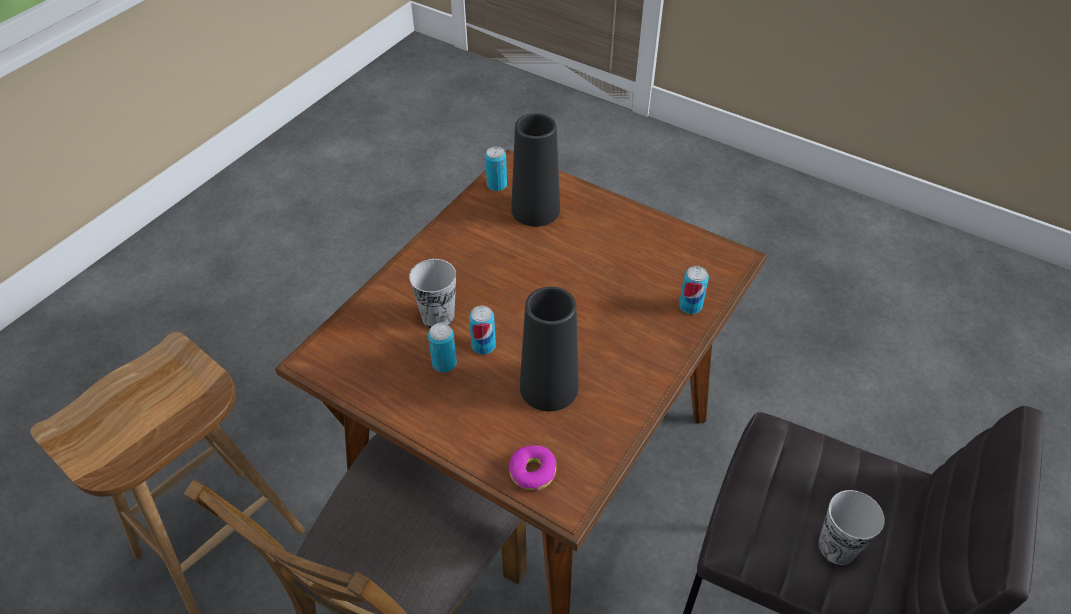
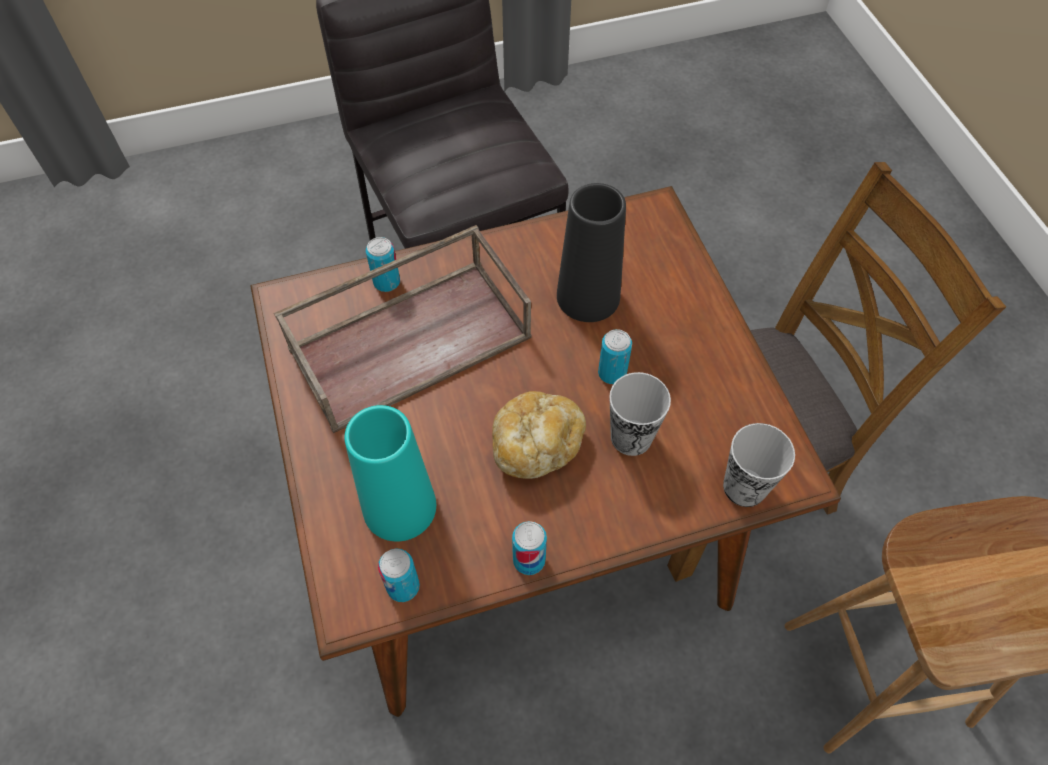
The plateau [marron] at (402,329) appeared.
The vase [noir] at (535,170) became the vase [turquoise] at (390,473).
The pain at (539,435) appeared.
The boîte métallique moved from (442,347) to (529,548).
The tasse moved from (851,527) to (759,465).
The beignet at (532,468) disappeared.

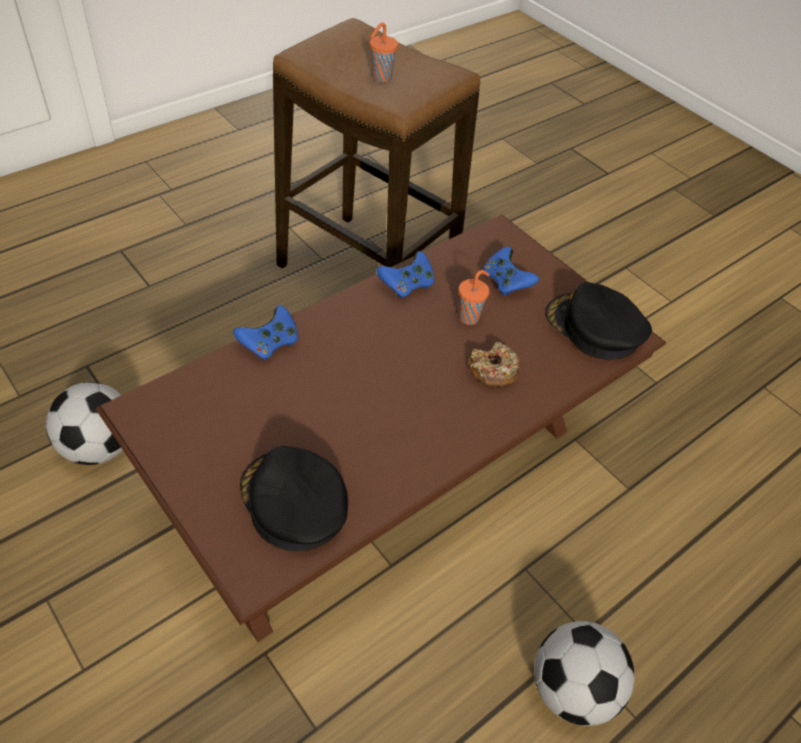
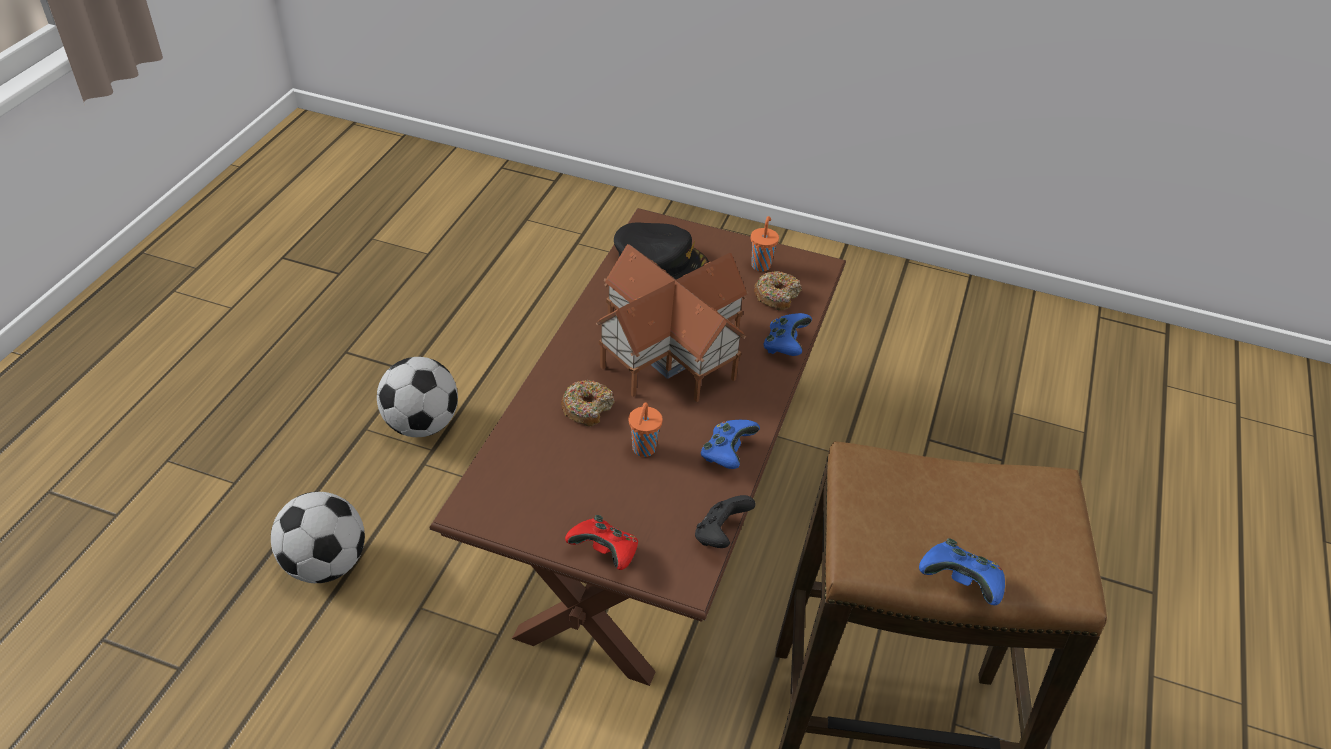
The ballon de foot moved from (84,423) to (318,537).
The manette [rouge] at (601,542) appeared.
The maison miniature at (672,323) appeared.
The manette [noir] at (725,521) appeared.
The tasse [orange] moved from (384,52) to (765,244).
The beignet at (777,291) appeared.
The manette [bleu] moved from (511,271) to (962,571).
The casquette [noir] at (598,321) disappeared.

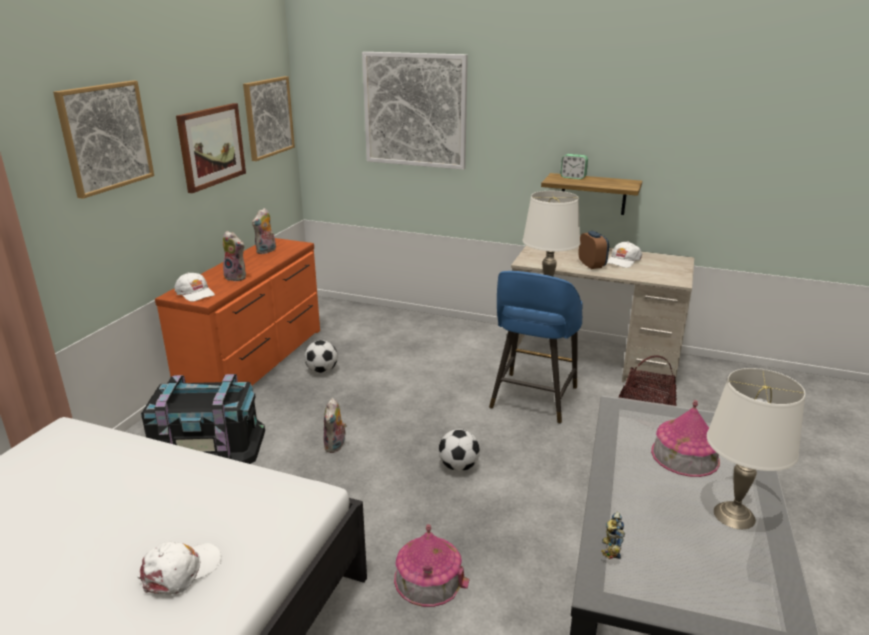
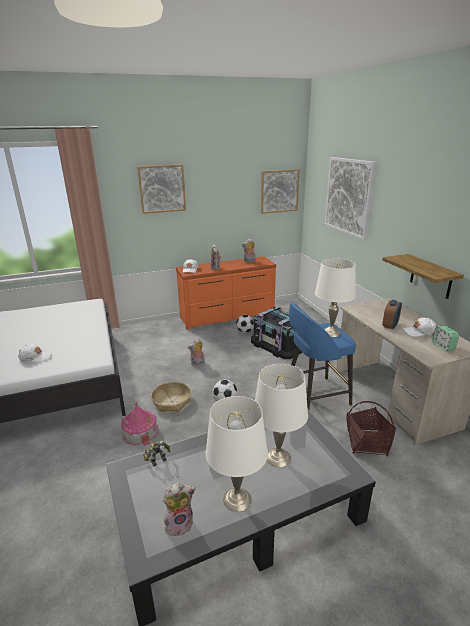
The panier at (171,397) appeared.
The peluche at (179,509) appeared.
The boîte de rangement [noir] moved from (203,419) to (276,332).
The maison miniature at (685,438) was replaced by the lampe de table [blanc] at (281,415).
The réveil moved from (574,166) to (445,338).
The tableau at (211,148) disappeared.

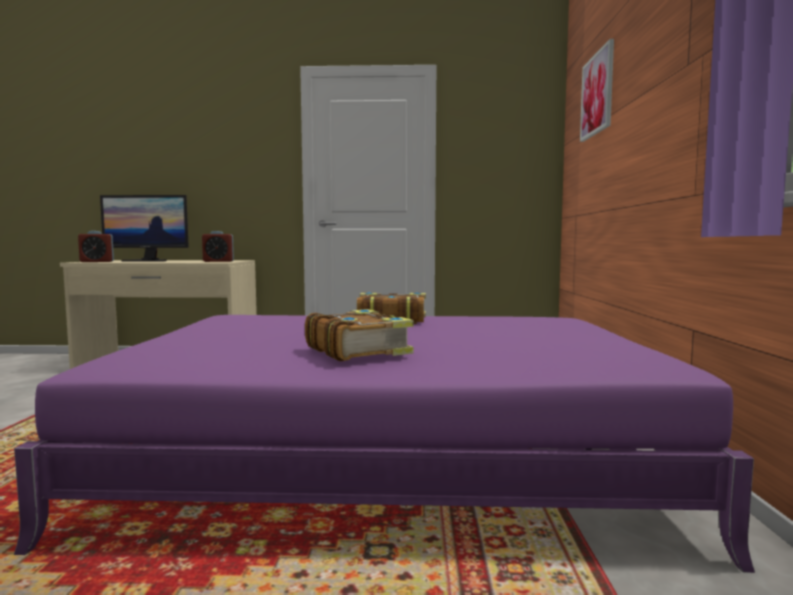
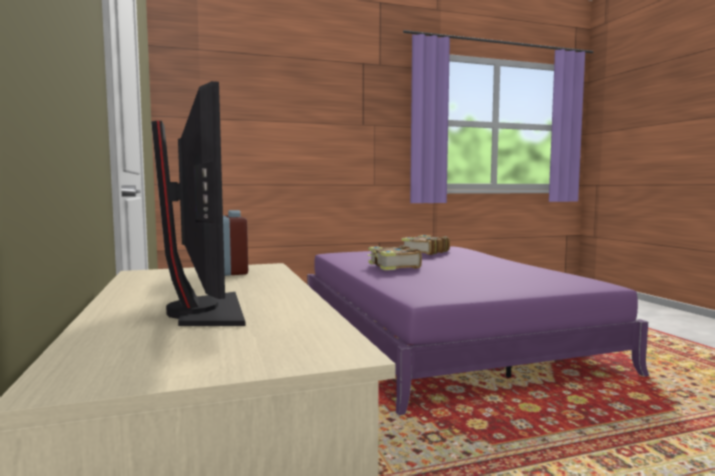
The livre moved from (359,335) to (426,245).
The réveil at (96,246) disappeared.
The tableau at (597,90) disappeared.

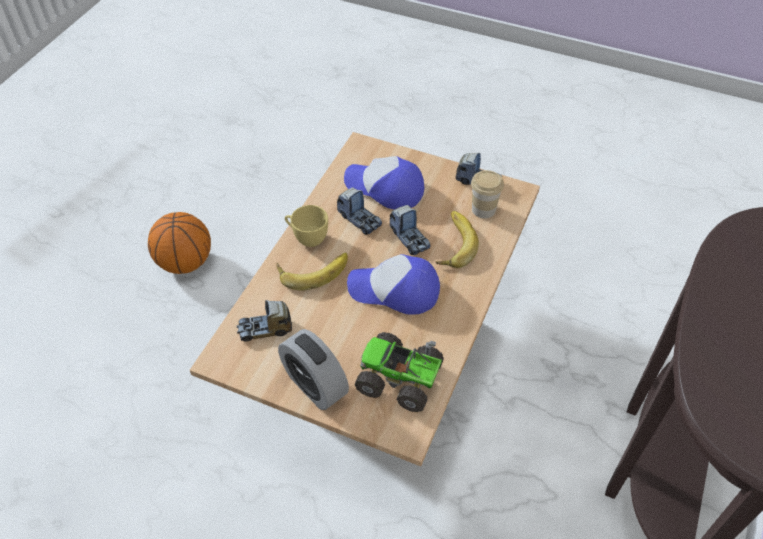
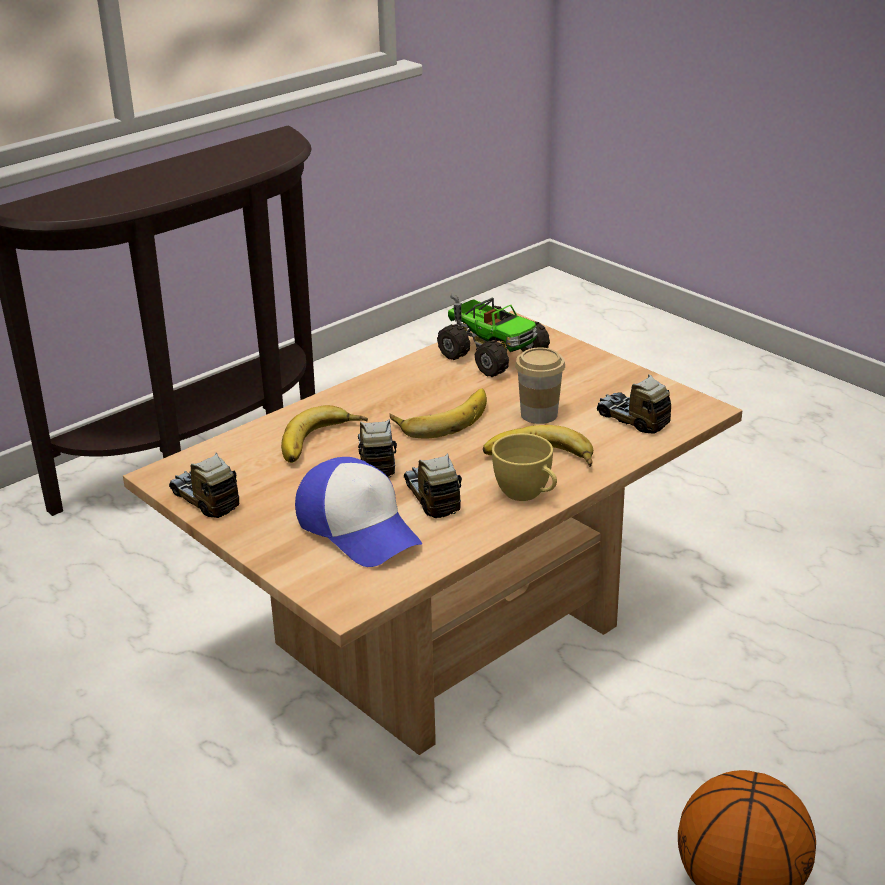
The casquette at (393,284) was replaced by the banane at (438,413).
The tasse moved from (487,194) to (540,385).
The camion jouet at (264,321) turned 150 degrees counterclockwise.
The réveil at (313,369) disappeared.

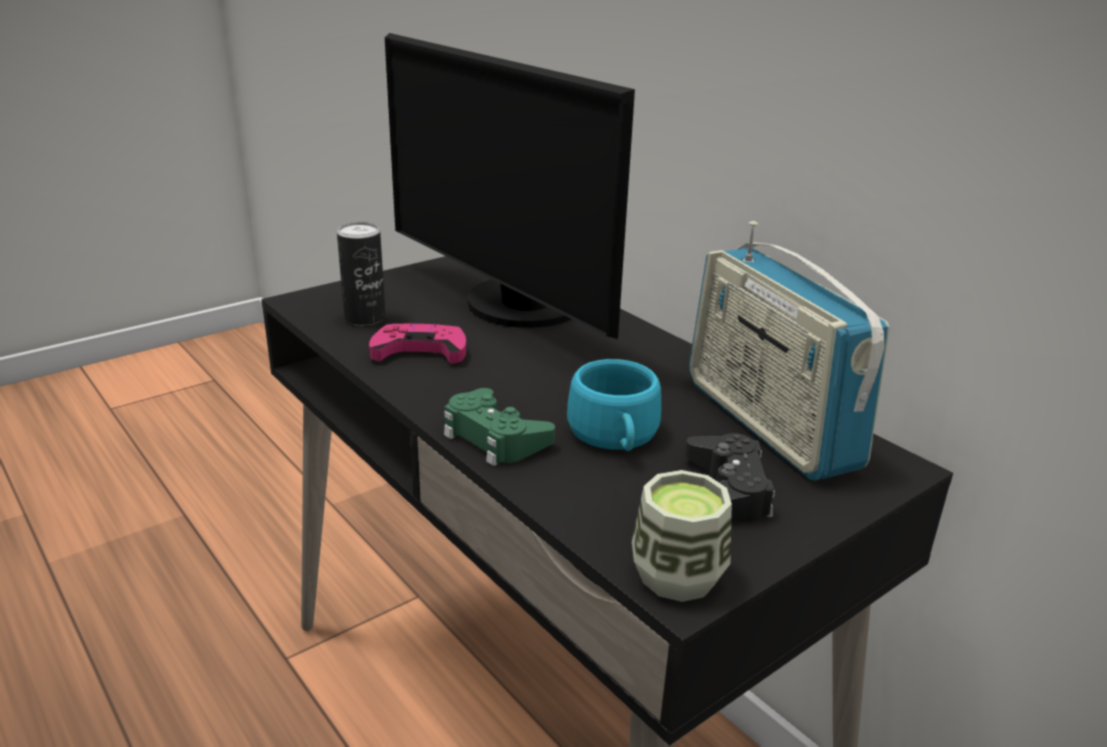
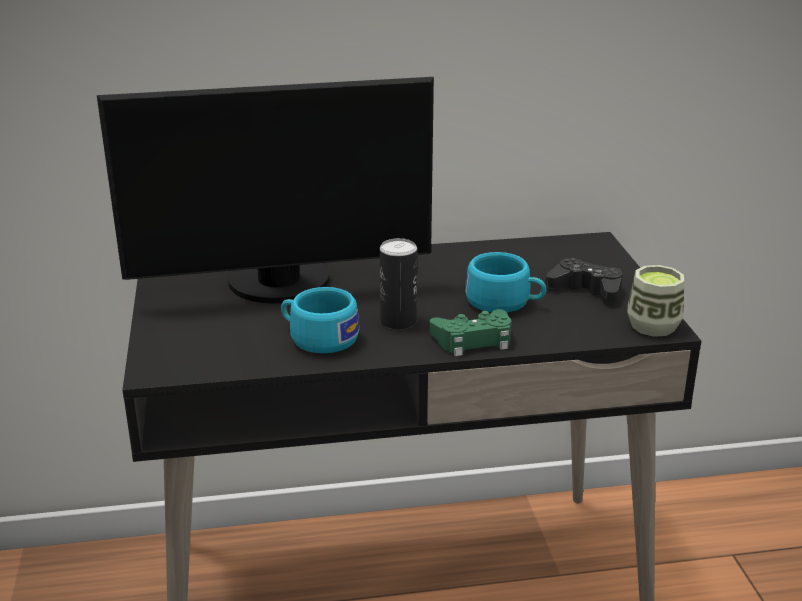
The manette [rose] at (417,343) was replaced by the tasse [turquoise] at (320,320).
The boîte métallique moved from (361,274) to (398,284).
The radio at (789,351) disappeared.

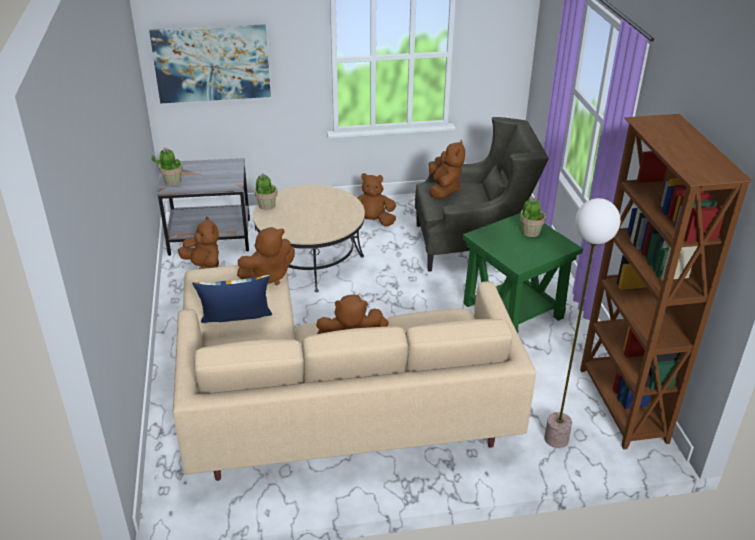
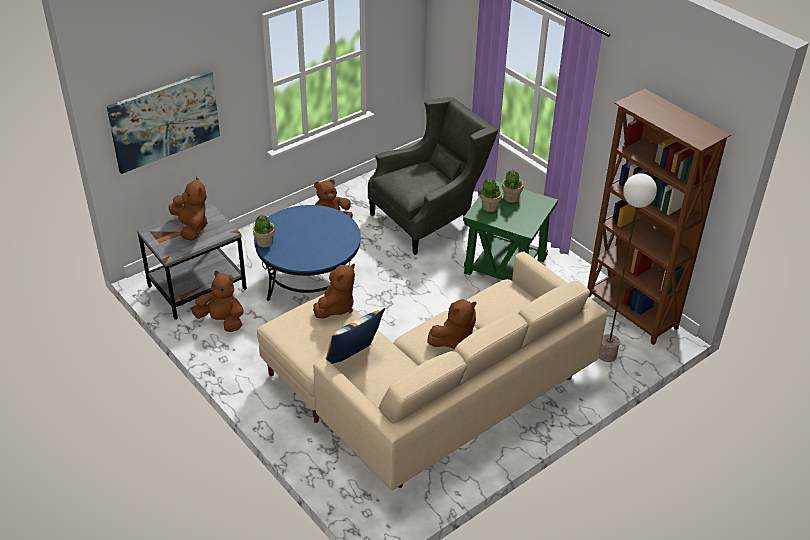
The peluche [marron] moved from (447,170) to (188,209).
The table basse [beige] at (309,238) became the table basse [bleu] at (307,253).
The plante en pot moved from (167,167) to (490,195).

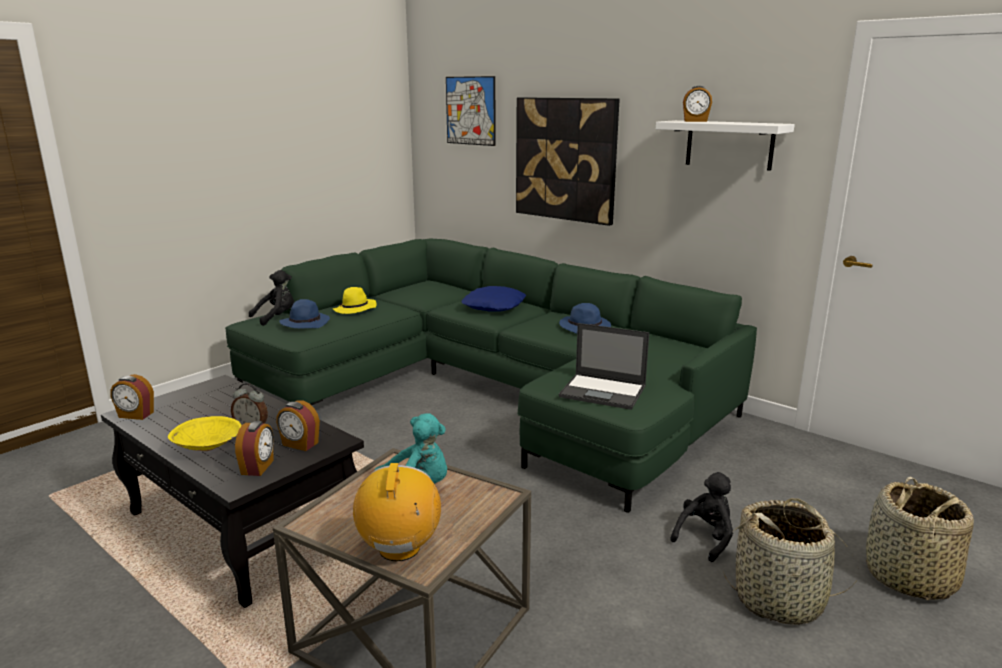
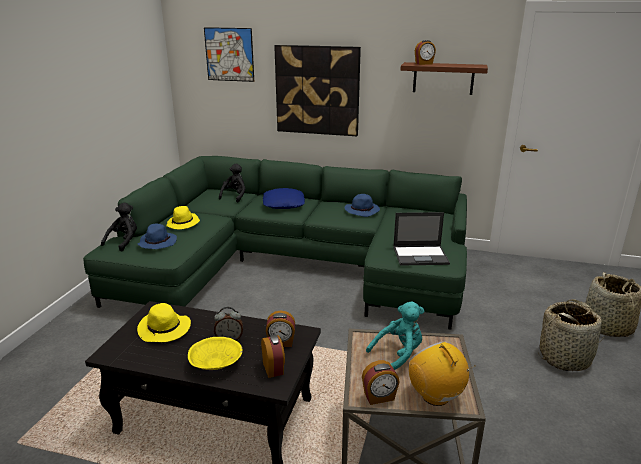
The chapeau [jaune] at (164,322) appeared.
The peluche [noir] moved from (701,517) to (232,183).
The réveil moved from (132,397) to (381,382).
The étagère [blanc] at (725,145) became the étagère [marron] at (444,78).

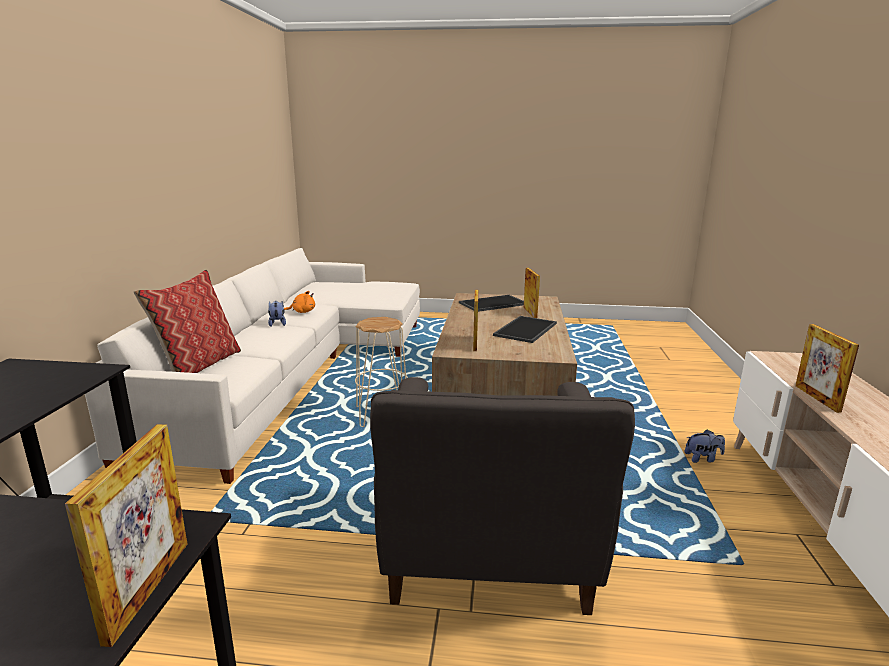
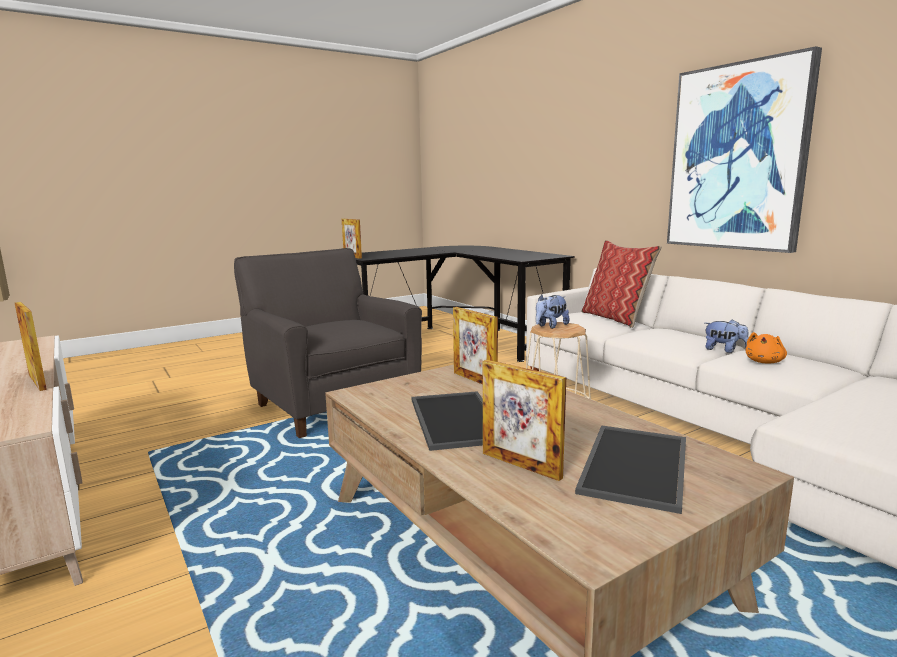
The peluche moved from (705,446) to (552,312).
The tableau at (744,149) appeared.

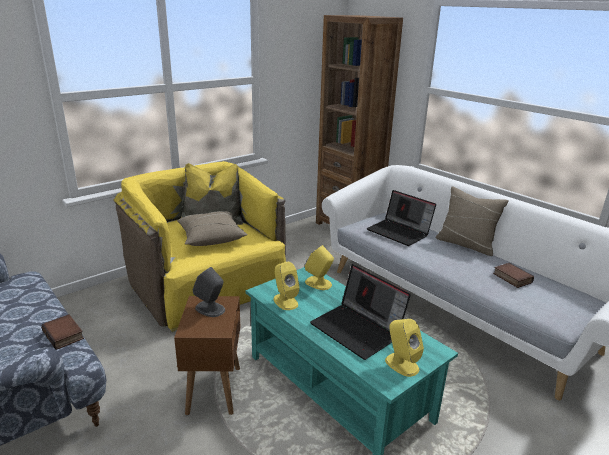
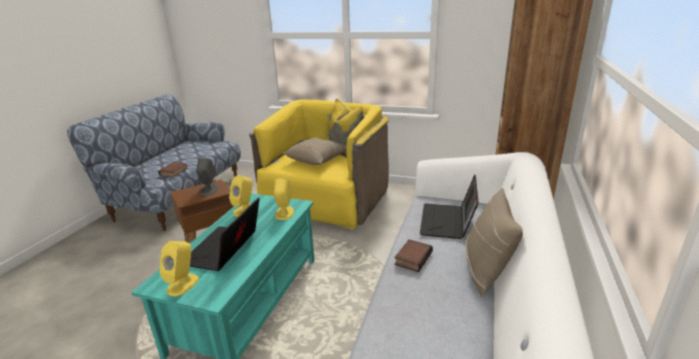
The livre moved from (513,275) to (413,255).

